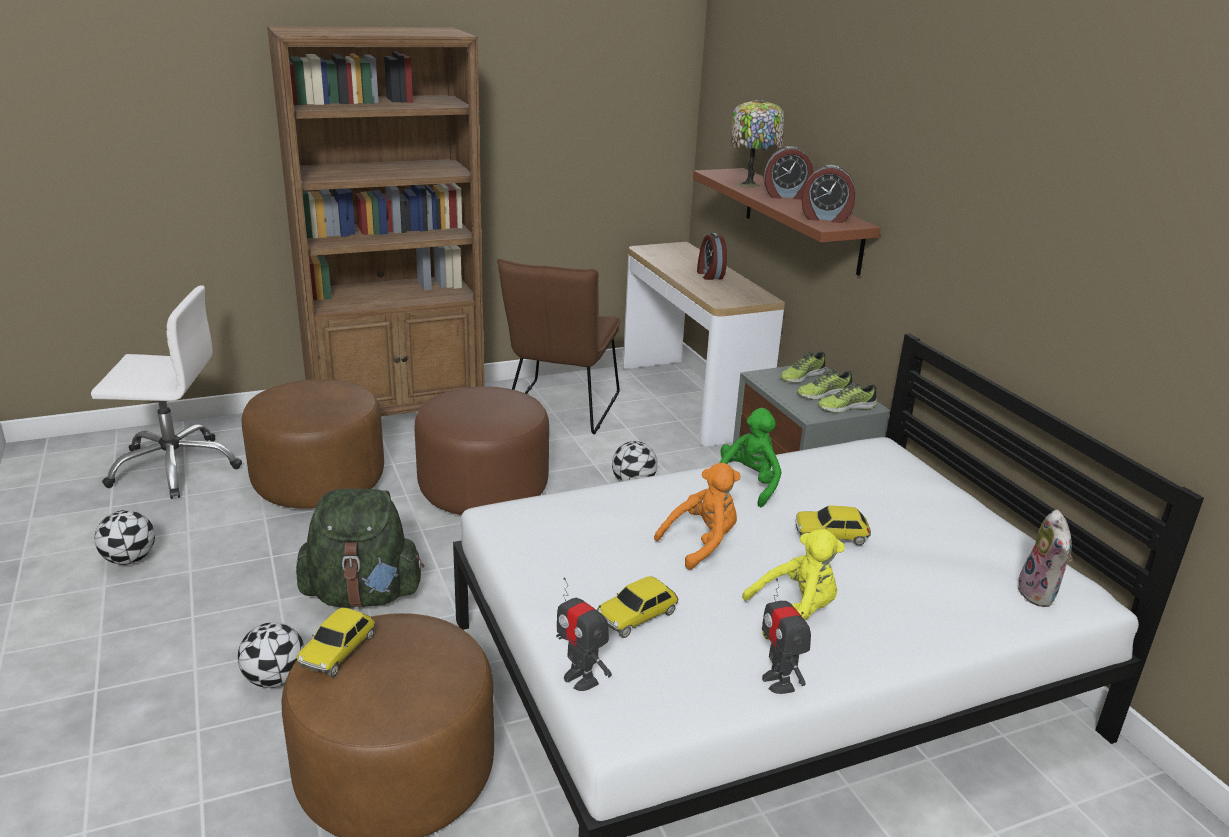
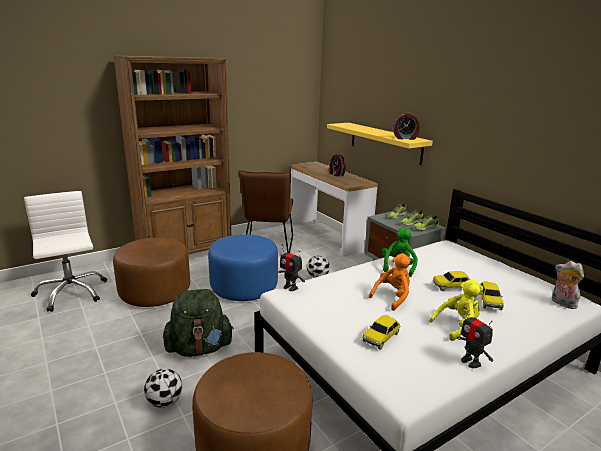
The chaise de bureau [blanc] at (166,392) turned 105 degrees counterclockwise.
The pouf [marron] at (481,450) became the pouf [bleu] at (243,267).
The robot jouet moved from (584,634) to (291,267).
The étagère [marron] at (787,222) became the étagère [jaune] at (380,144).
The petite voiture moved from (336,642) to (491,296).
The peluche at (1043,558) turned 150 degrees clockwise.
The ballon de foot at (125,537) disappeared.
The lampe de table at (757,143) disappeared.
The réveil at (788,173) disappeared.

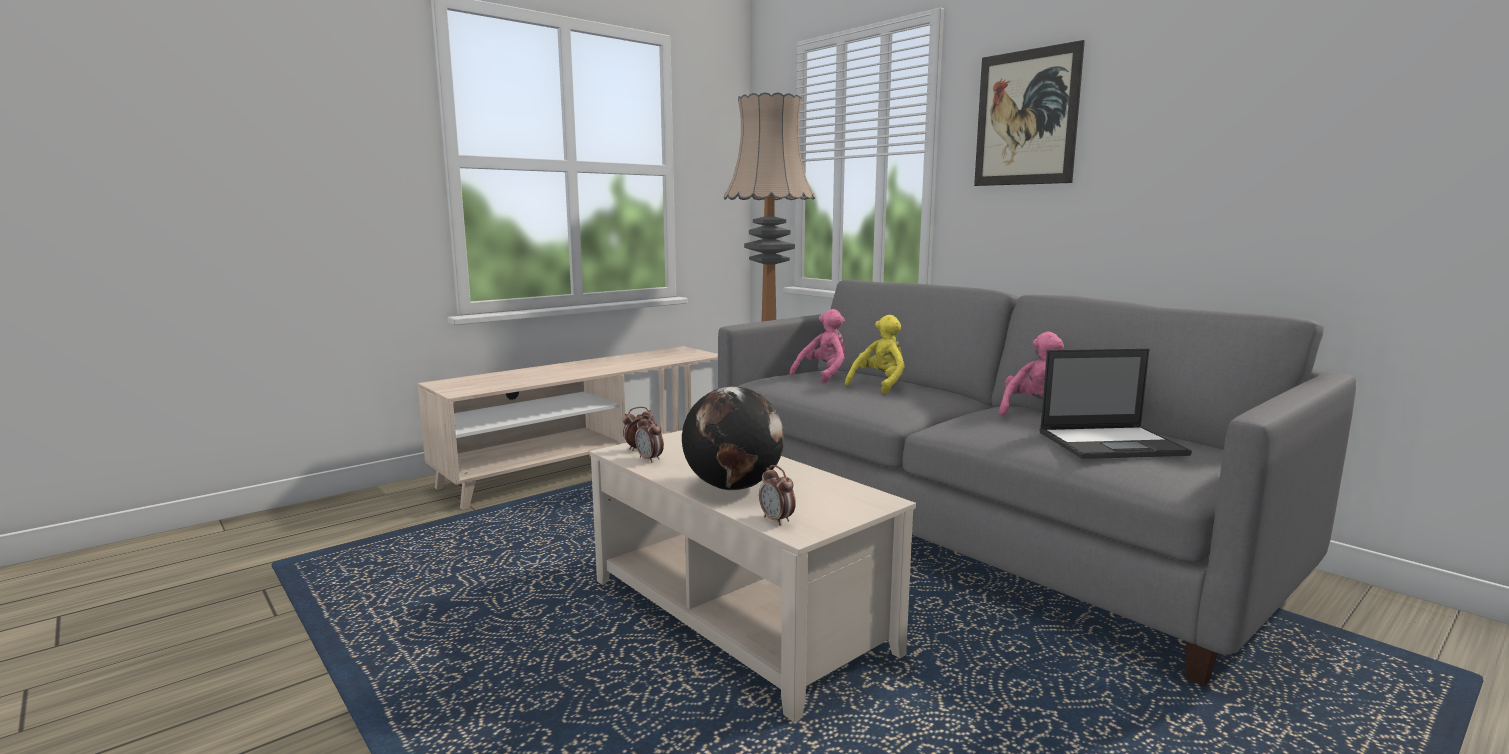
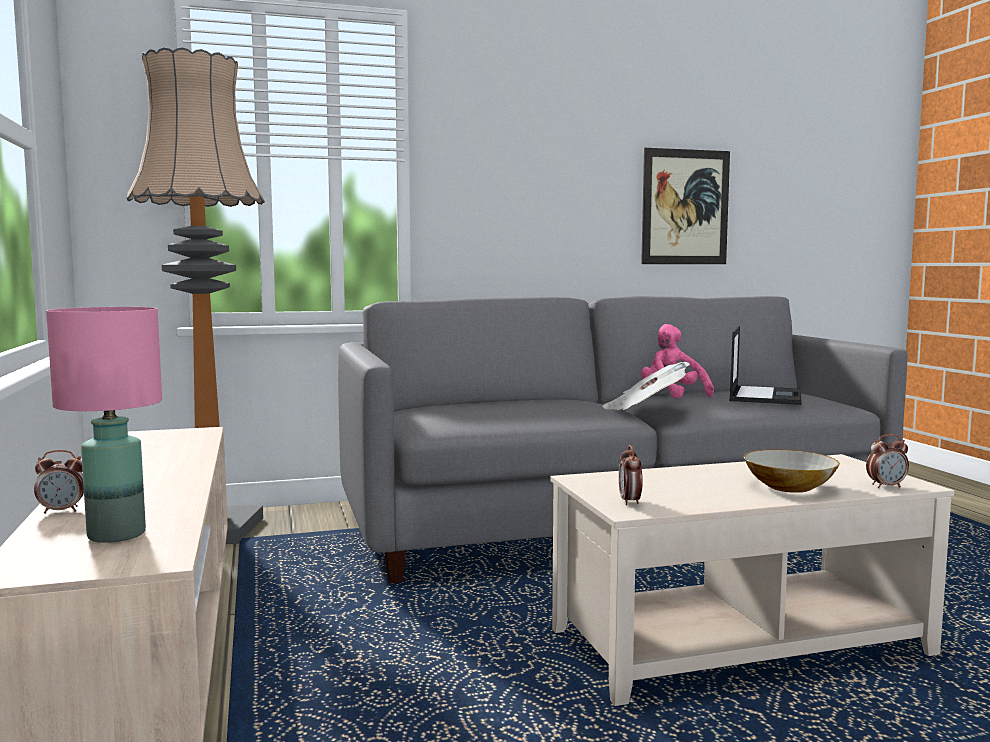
The réveil moved from (649,439) to (59,482).
The lampe de table [rose] at (104,425) appeared.
The journal at (646,386) appeared.
The tableau moved from (1029,113) to (685,206).
The globe at (733,438) was replaced by the bol at (791,471).
The peluche [rose] at (818,346) disappeared.
The peluche [jaune] at (875,354) disappeared.

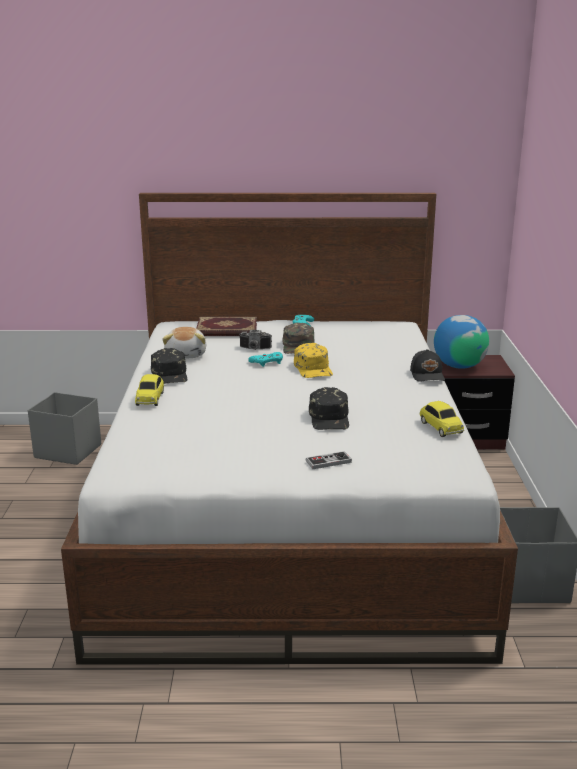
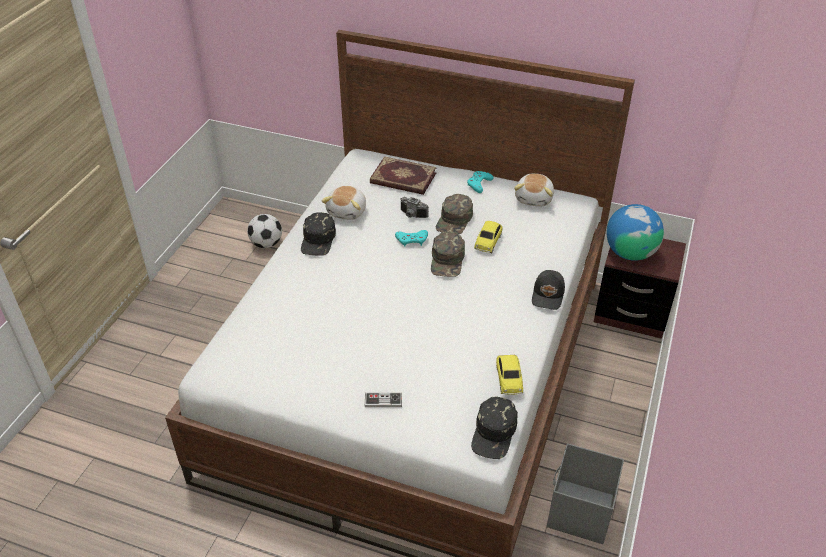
The boîte de rangement [gris] at (64,428) was replaced by the ballon de foot at (264,231).
The casquette [jaune] at (313,360) became the casquette [vert] at (448,254).
The casquette [noir] moved from (329,408) to (494,428).
The petite voiture moved from (149,390) to (488,237).
The peluche at (534,190) appeared.

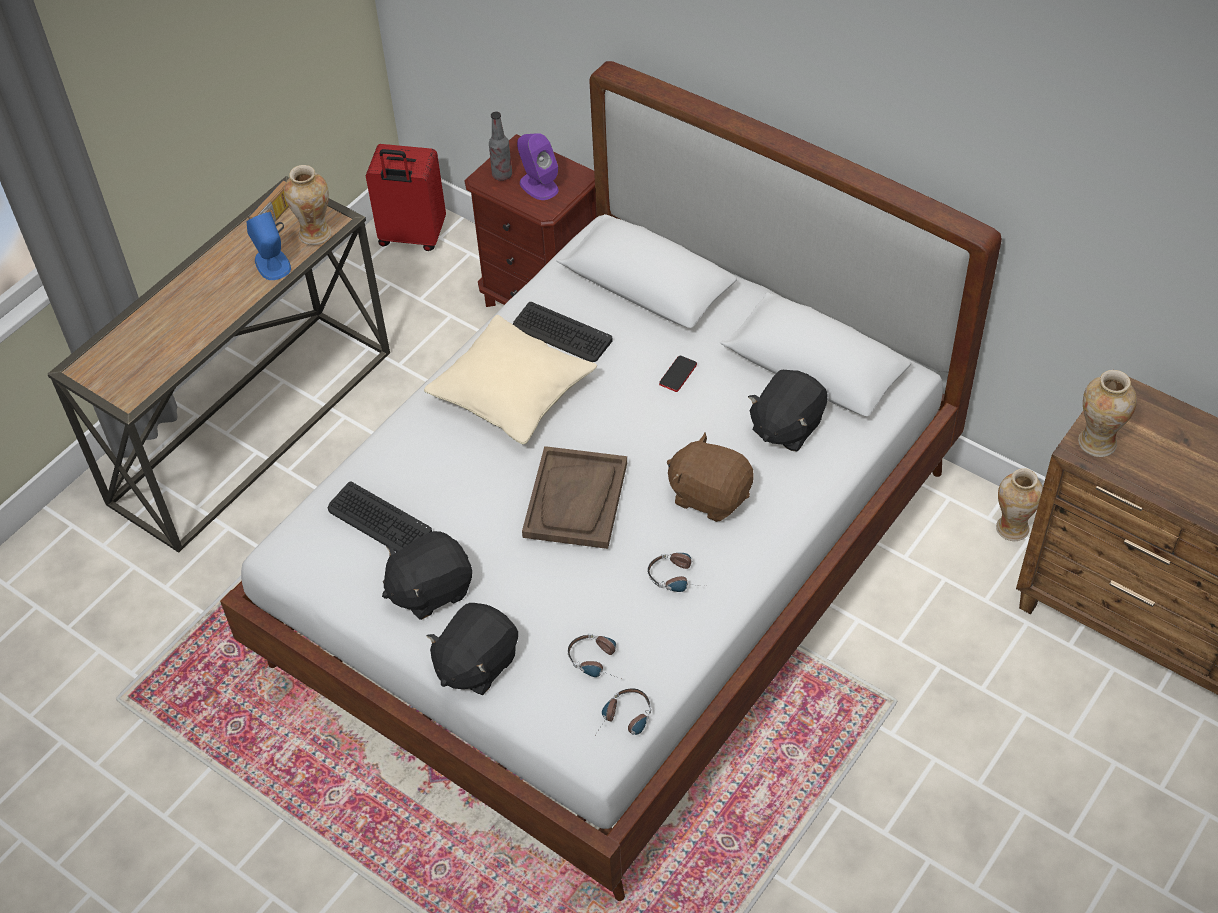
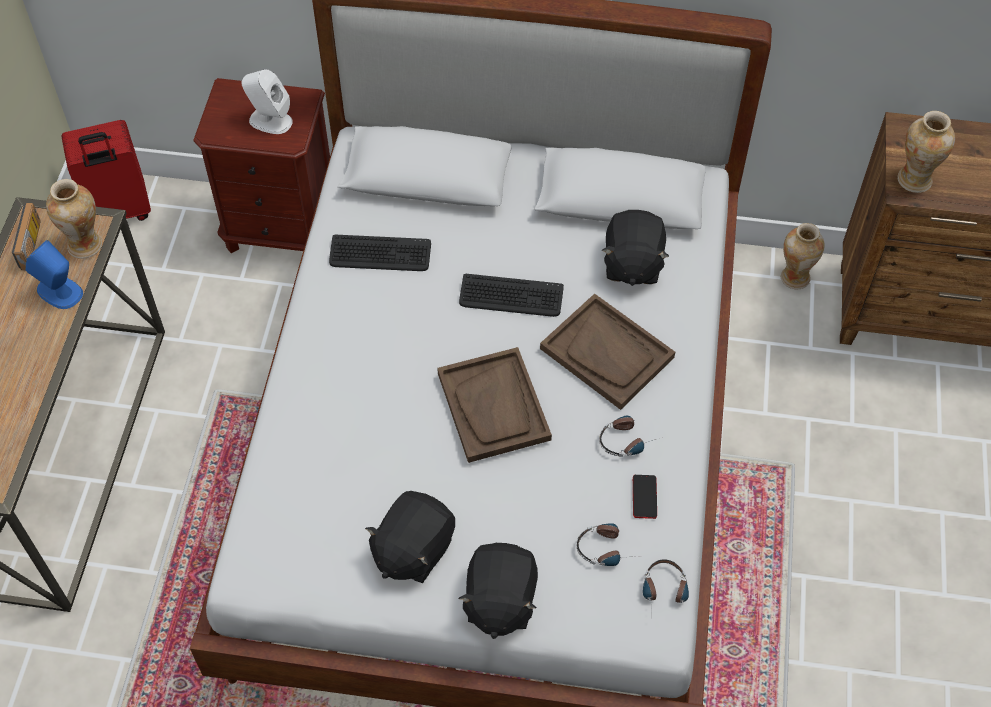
The enceinte [violet] at (538,166) became the enceinte [blanc] at (267,101).
The clavier moved from (380,516) to (511,295).
The peluche [marron] at (710,477) was replaced by the plateau [marron] at (607,352).
The téléphone moved from (678,373) to (645,497).
The coussin [beige] at (510,379) disappeared.
The bouteille at (500,146) disappeared.

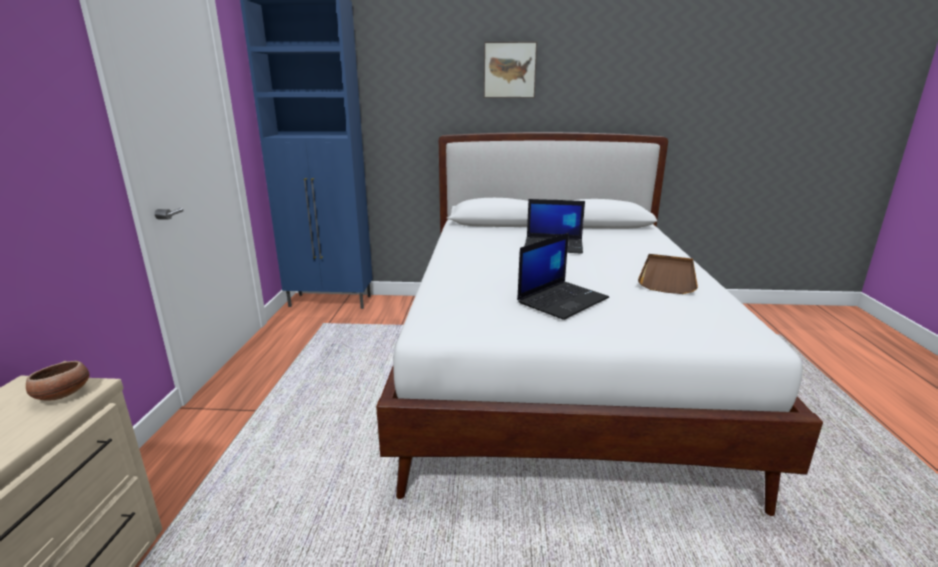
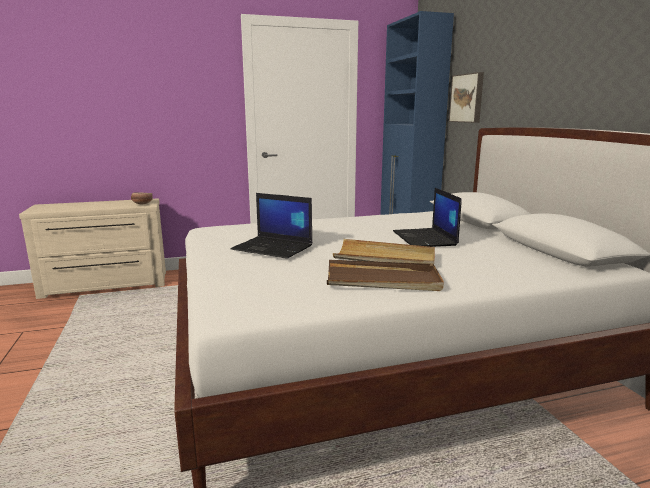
The plateau [beige] at (384,251) appeared.
The tableau moved from (510,69) to (466,97).

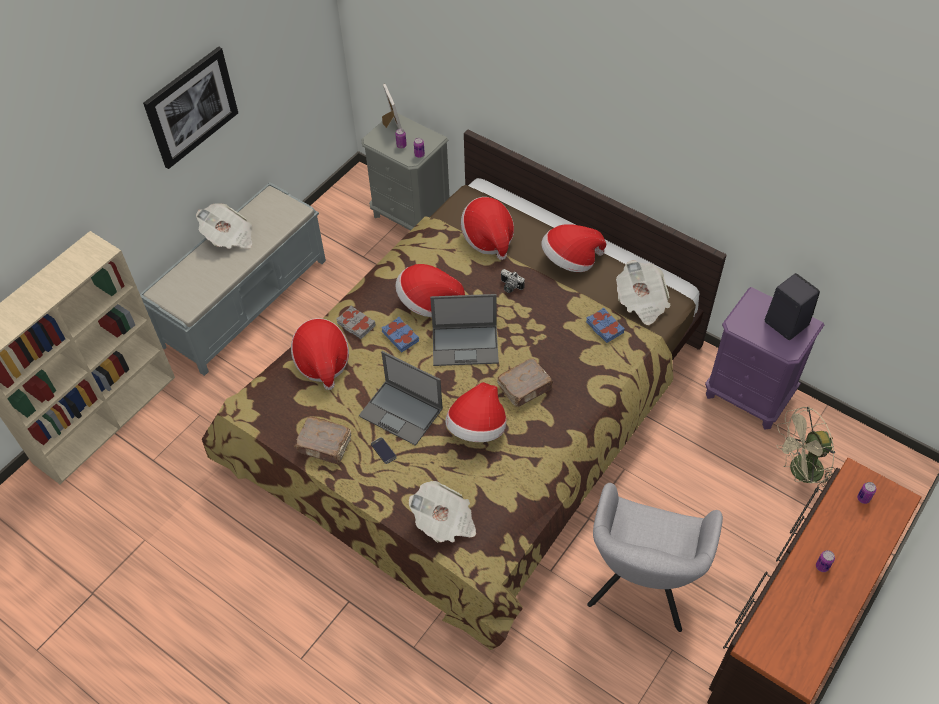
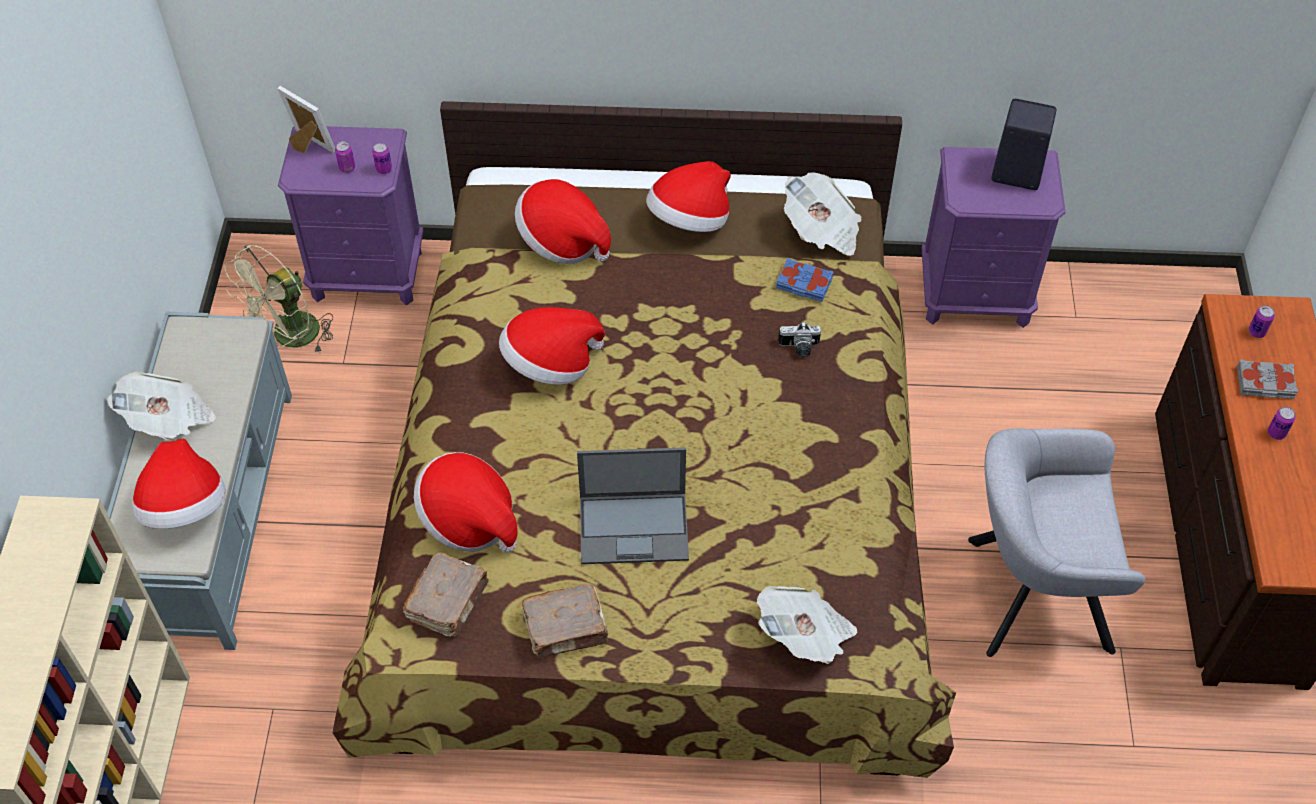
The chapeau moved from (475,412) to (179,484).
The ventilateur [beige] moved from (805,450) to (279,298).
The table de chevet [gris] at (405,172) became the table de chevet [violet] at (351,215).
The livre [marron] moved from (525,382) to (446,594).
The appareil photo moved from (513,281) to (799,340).
The fauteuil [gris] at (655,557) turned 105 degrees clockwise.
The livre [gris] moved from (356,322) to (1267,379).
The tableau at (190,107) disappeared.
The téléphone at (384,450) disappeared.
The livre [bleu] at (400,334) disappeared.
The ordinateur portable at (464,330) disappeared.

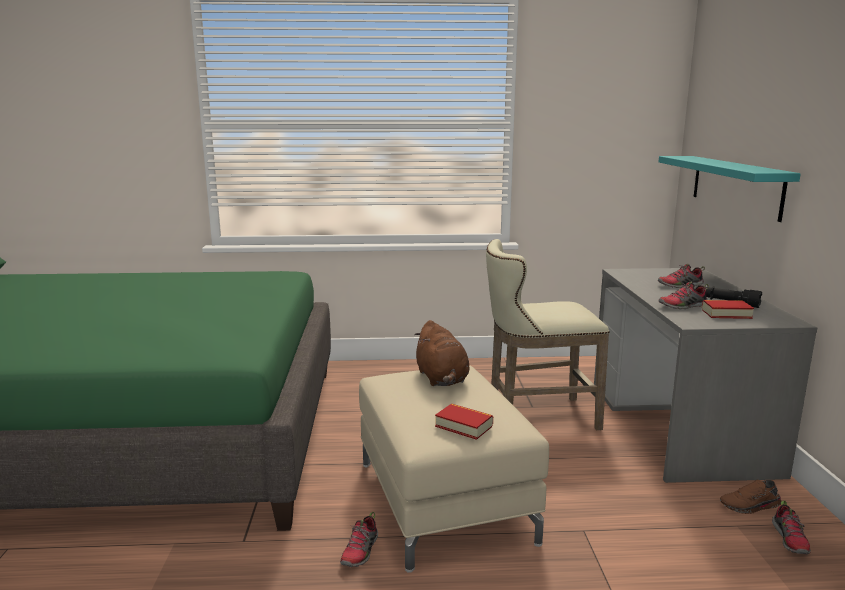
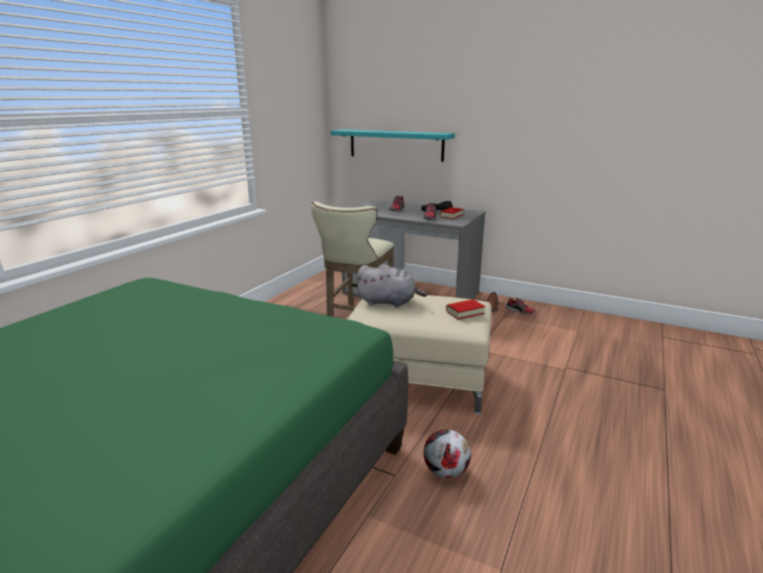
The peluche [marron] at (441,353) became the peluche [gris] at (391,285).
The ballon de foot at (447,453) appeared.
The chaussure at (359,539) disappeared.

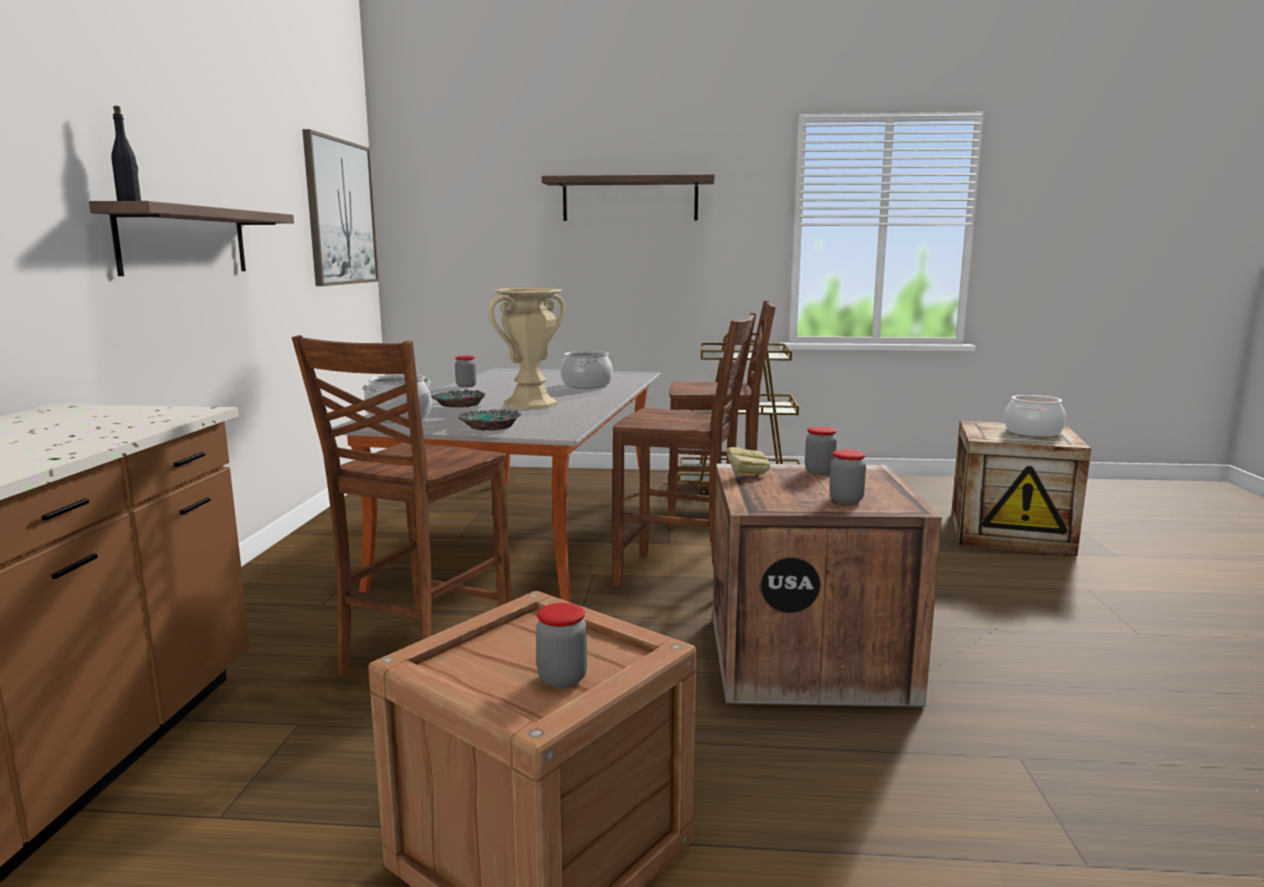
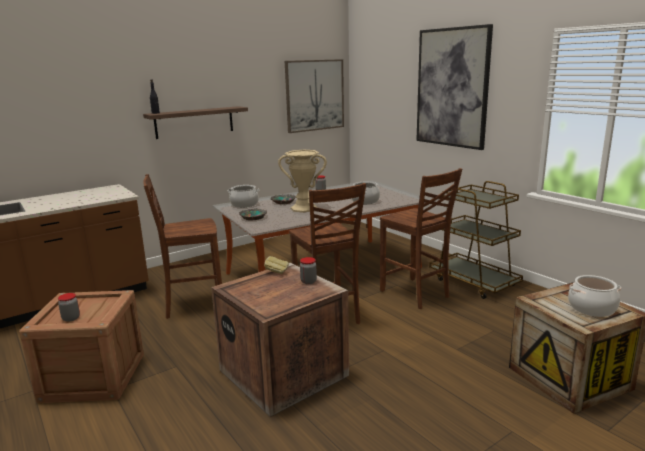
The étagère at (628,198) was replaced by the tableau at (454,87).
The bocal at (847,477) disappeared.

